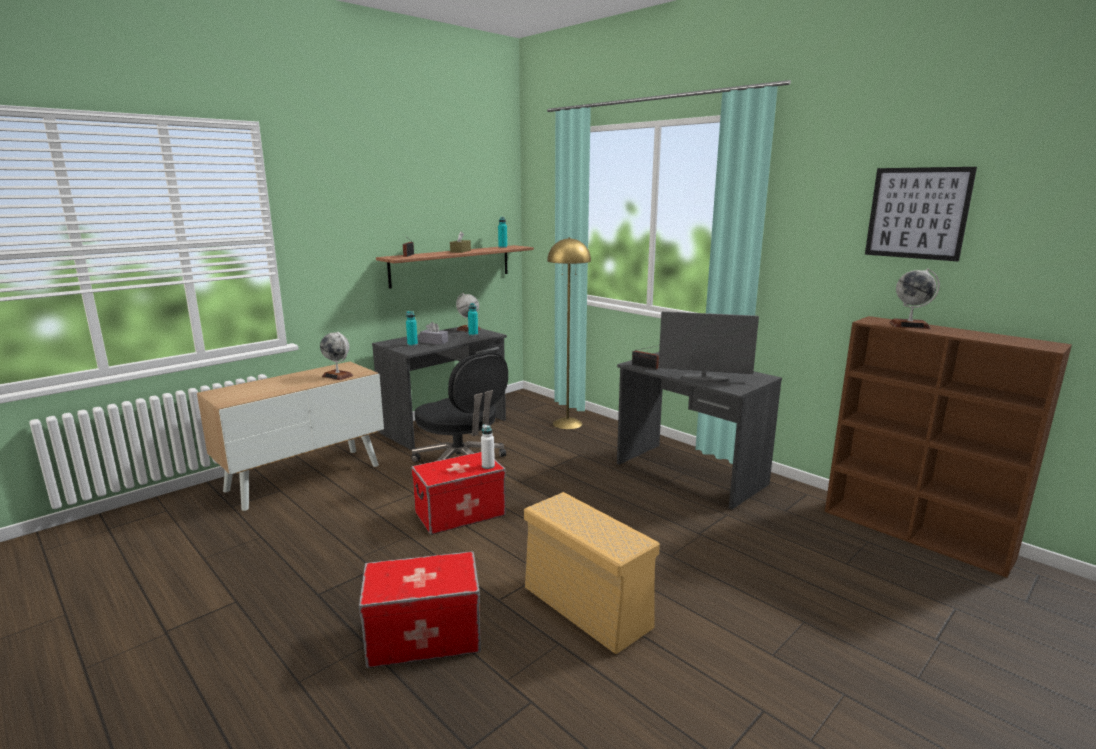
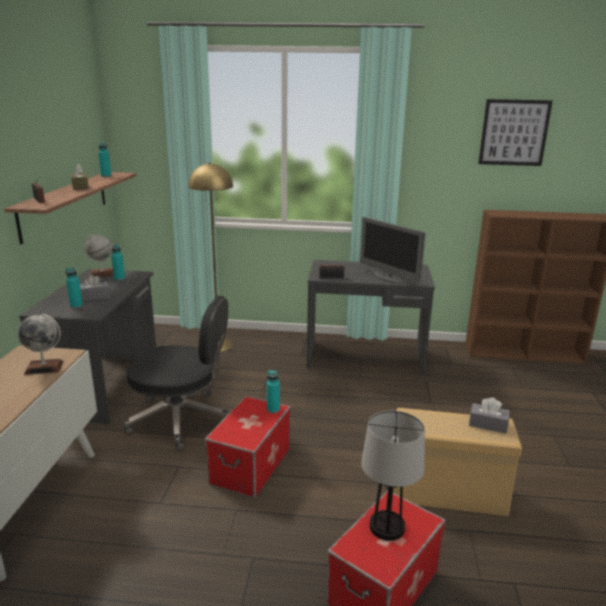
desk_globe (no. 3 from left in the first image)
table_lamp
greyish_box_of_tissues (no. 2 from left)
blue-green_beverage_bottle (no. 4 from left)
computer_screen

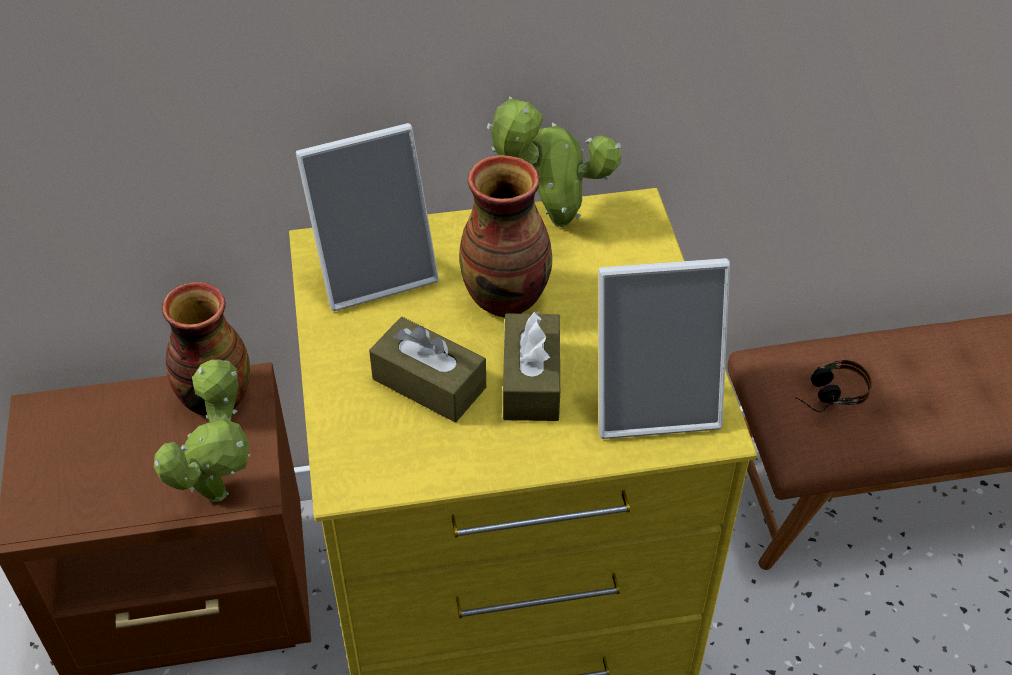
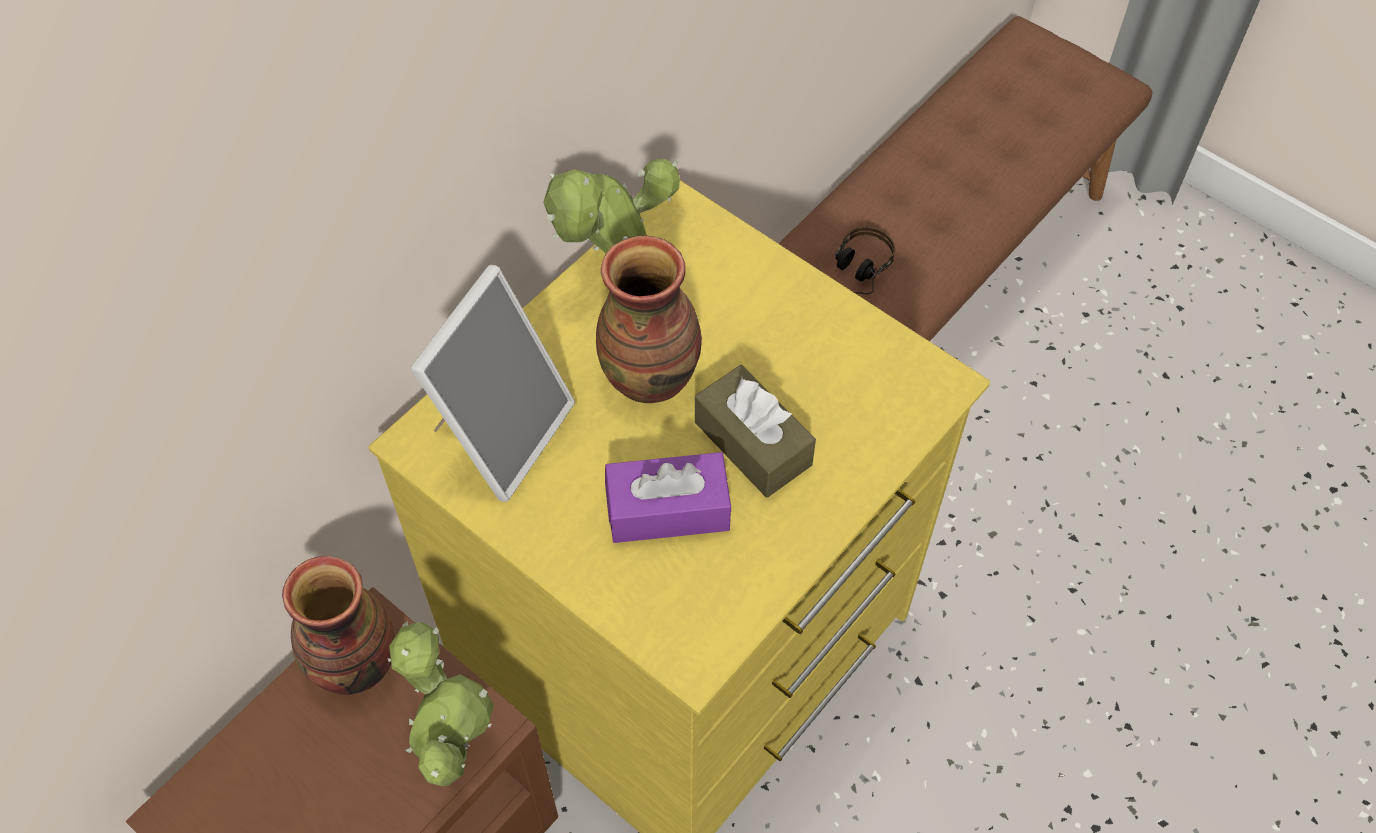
photo_frame (no. 2 from left in the first image)
purple-coloured_box_of_tissues

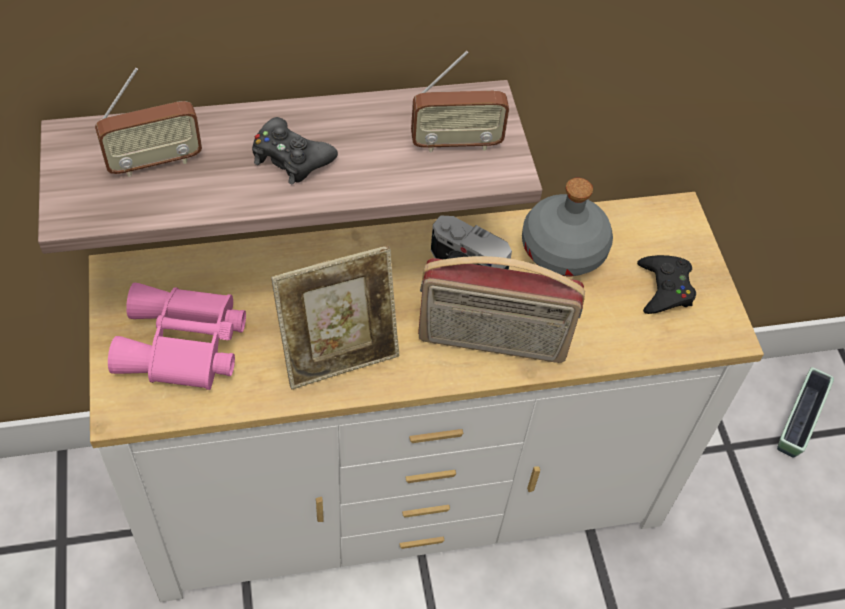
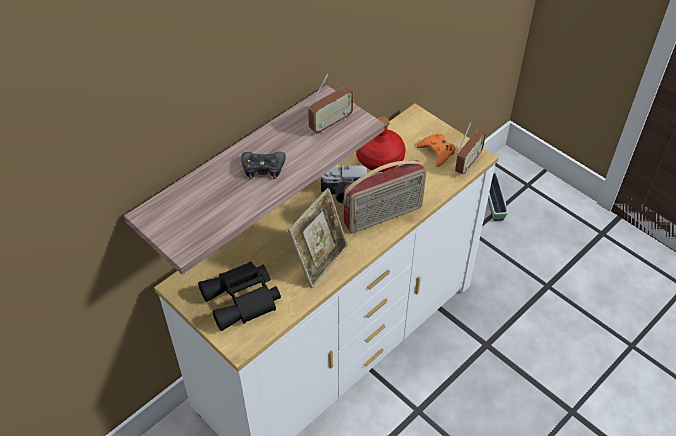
radio_set (no. 3 from left)
black-coloured_pair_of_binoculars
reddish_beverage_bottle
orangey_gamepad

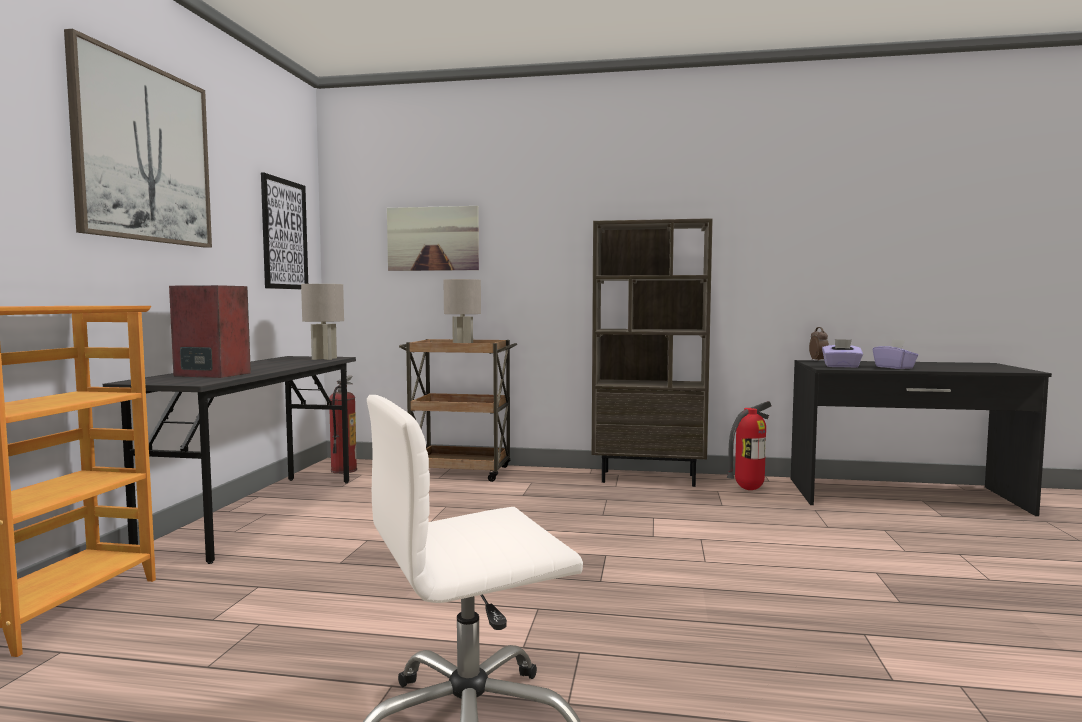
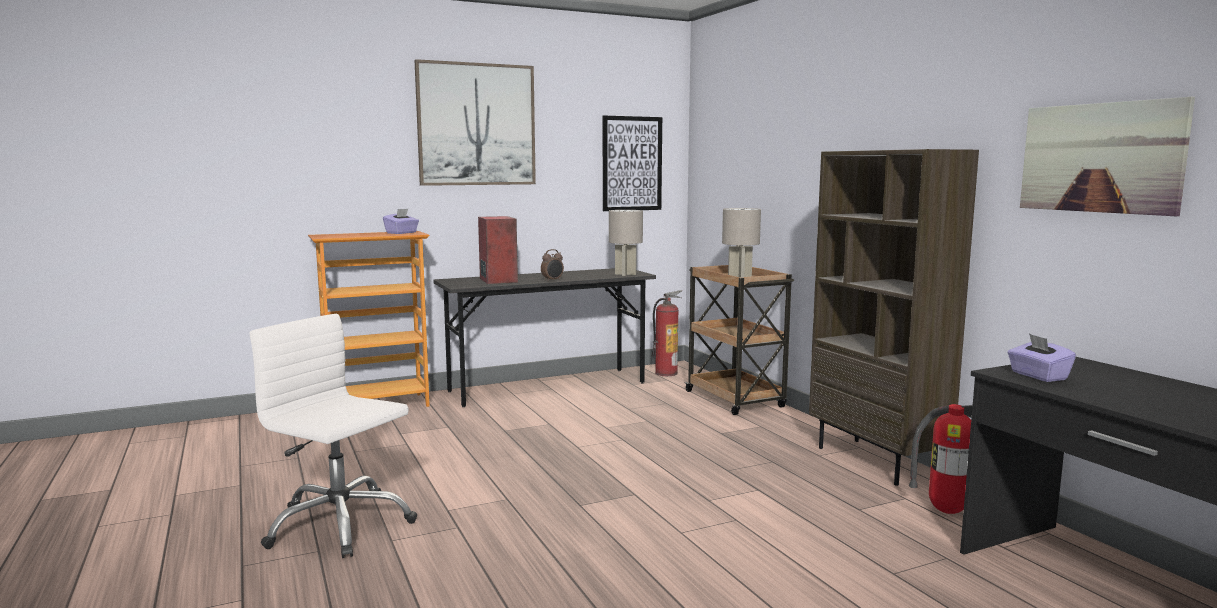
wall_art (no. 3 from left)
bedside_clock
purple-coloured_box_of_tissues (no. 1 from left)

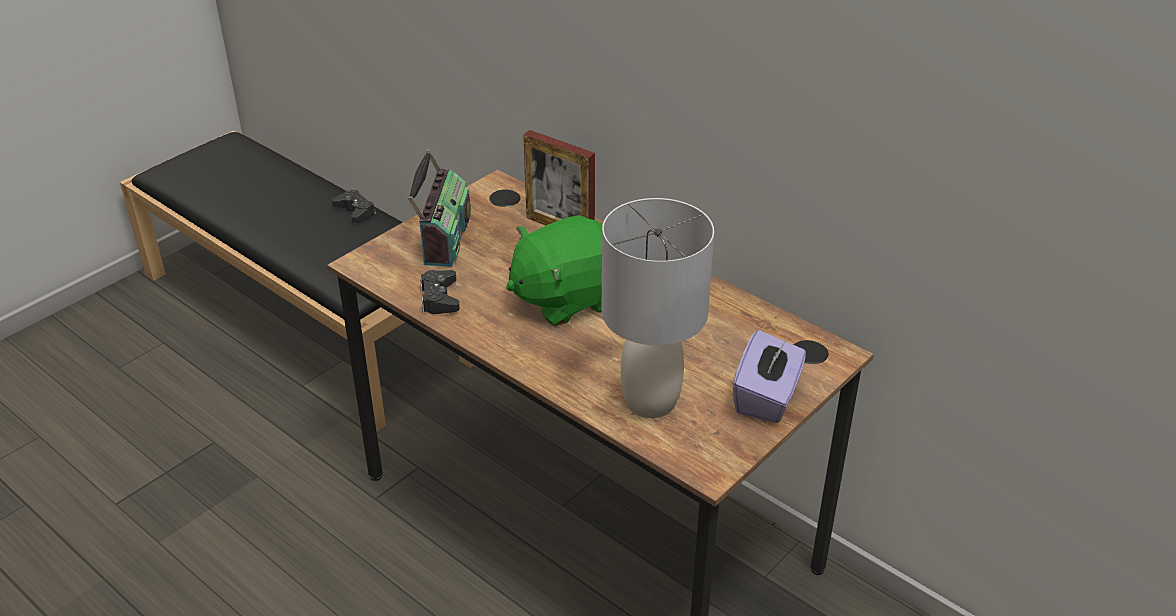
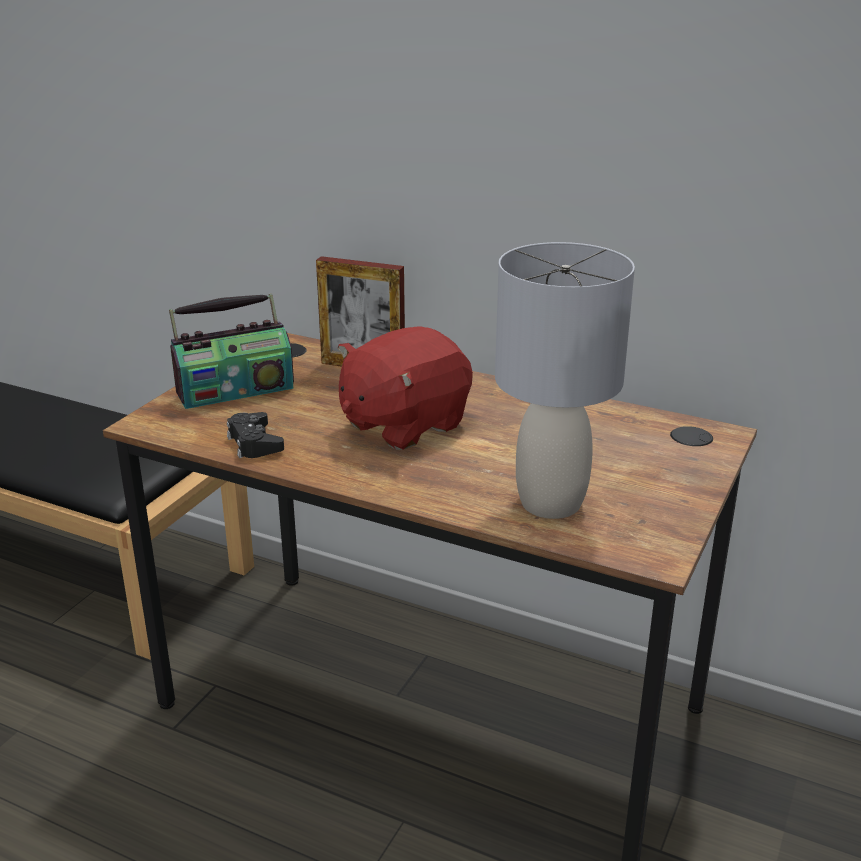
black-coloured_gamepad (no. 1 from left in the first image)
purple-coloured_box_of_tissues
reddish_cuddly_toy
radio_set

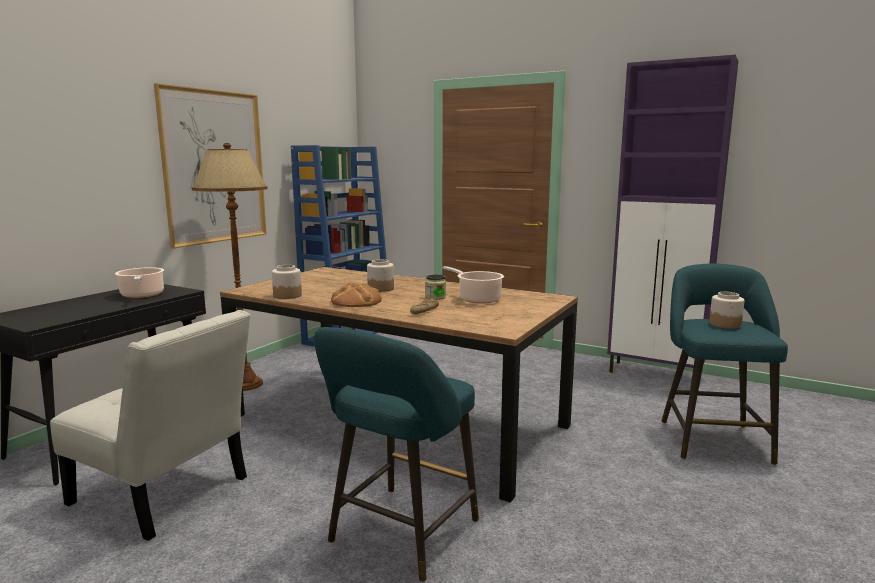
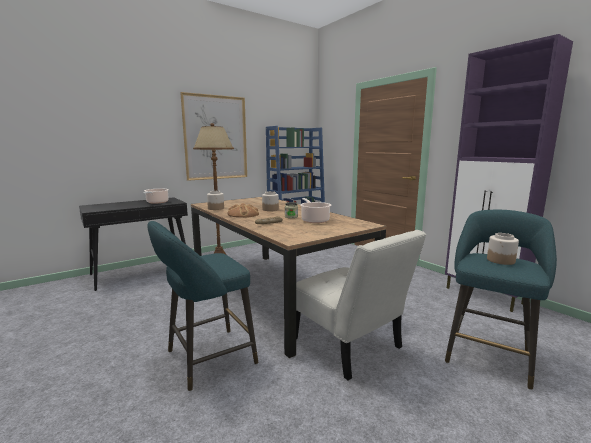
white_chair

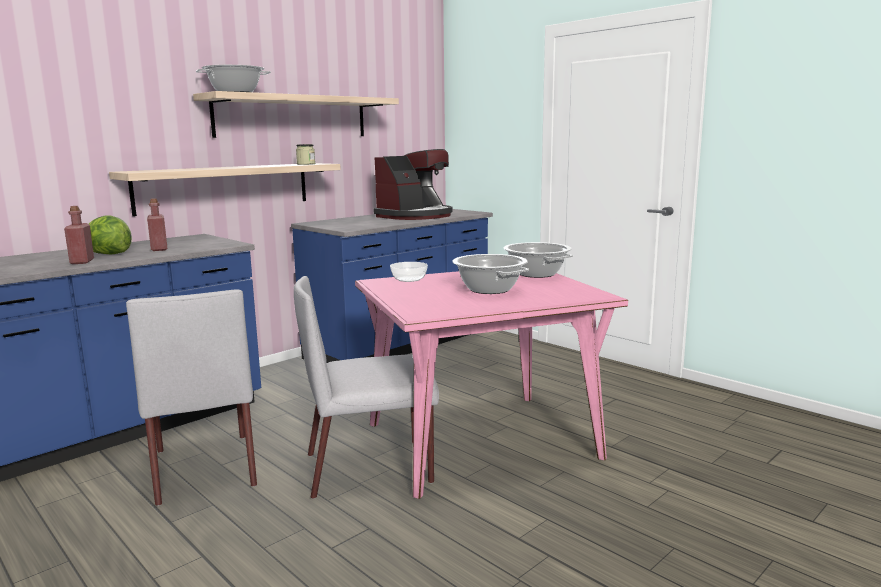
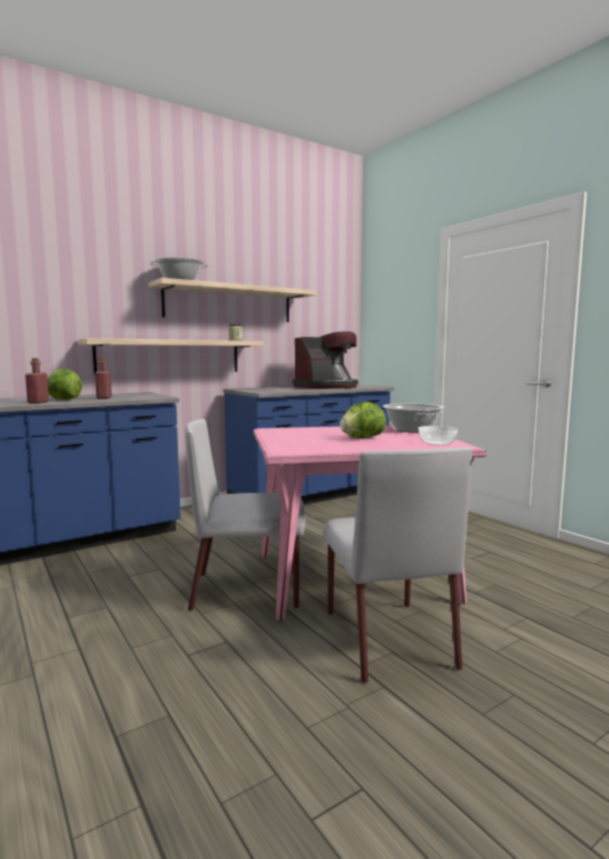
greyish_chair (no. 2 from left)
serving_bowl
lettuce_head (no. 2 from left)

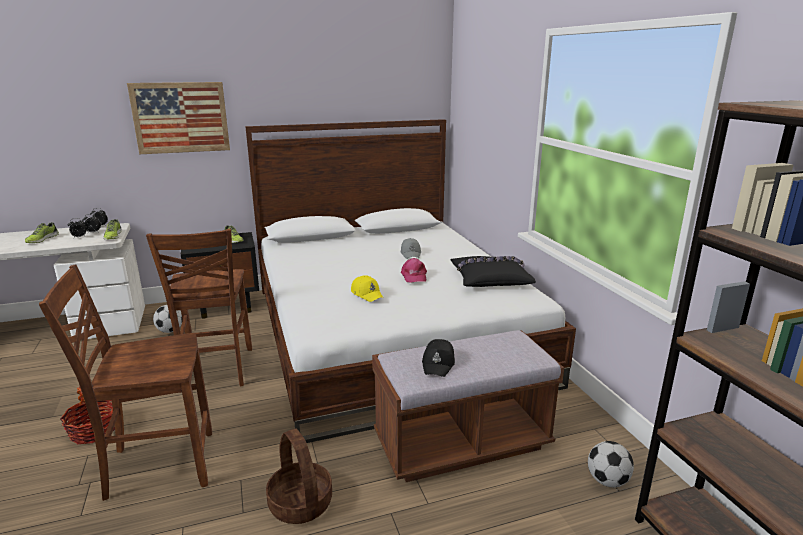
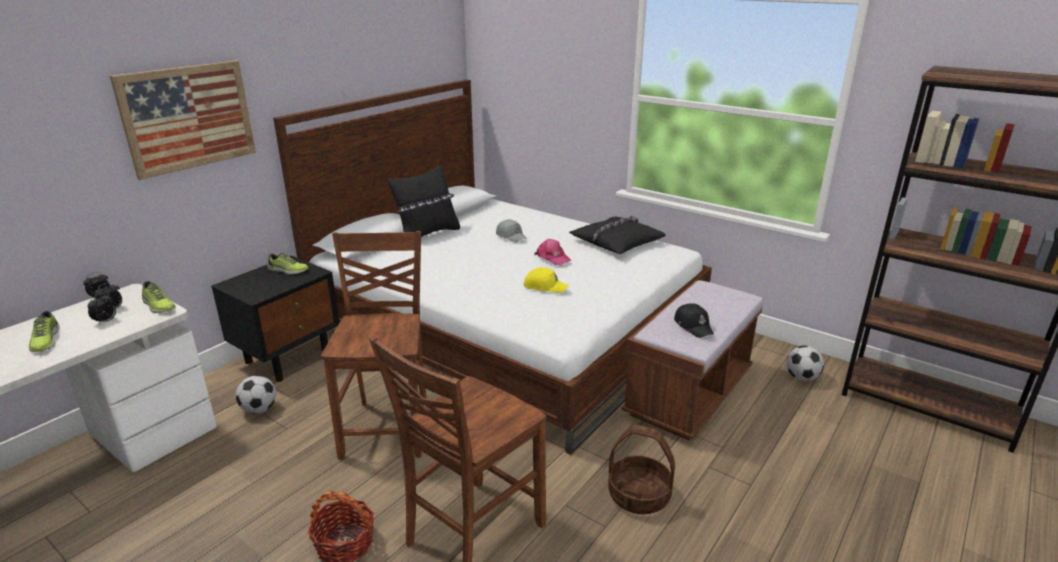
black-coloured_cushion (no. 1 from left)
brown-coloured_chair (no. 1 from left)

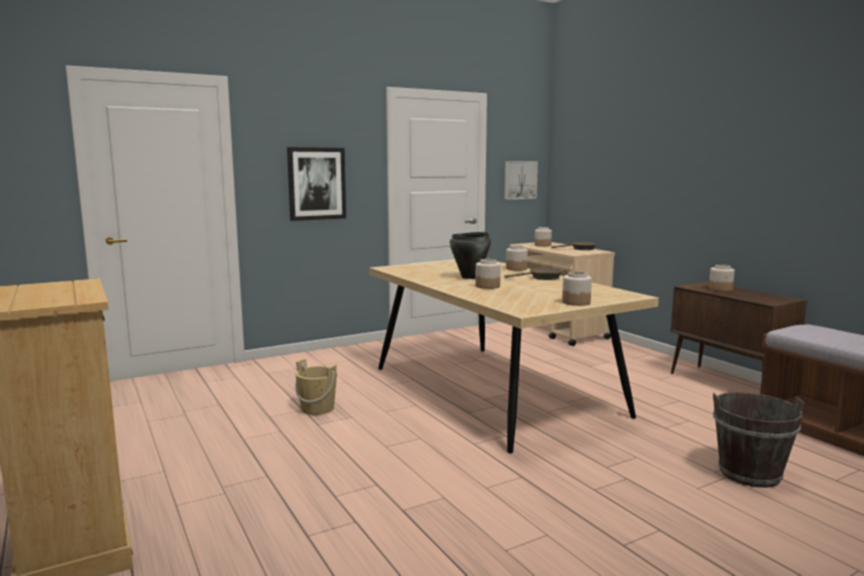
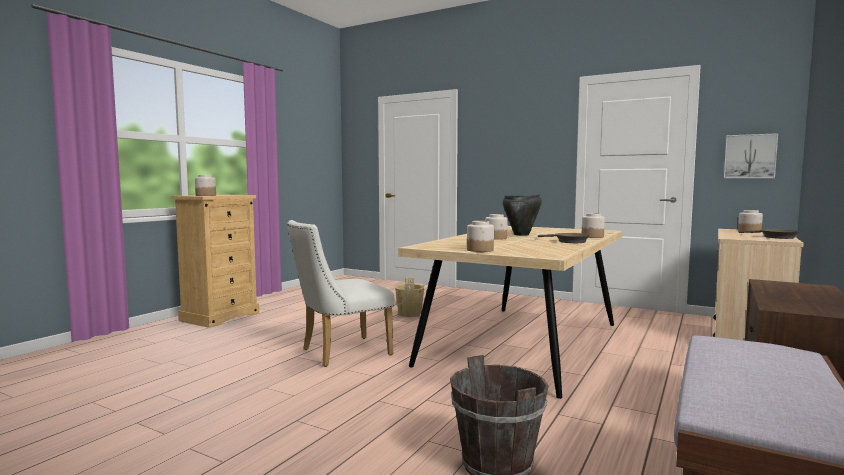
wall_art (no. 1 from left in the first image)
white_chair
storage_jar (no. 1 from left)

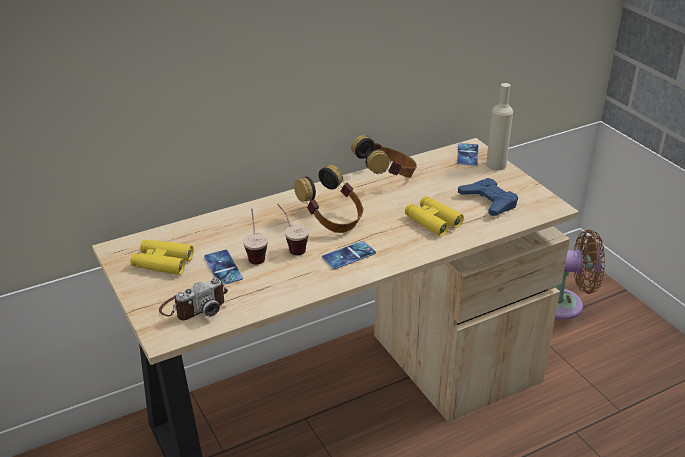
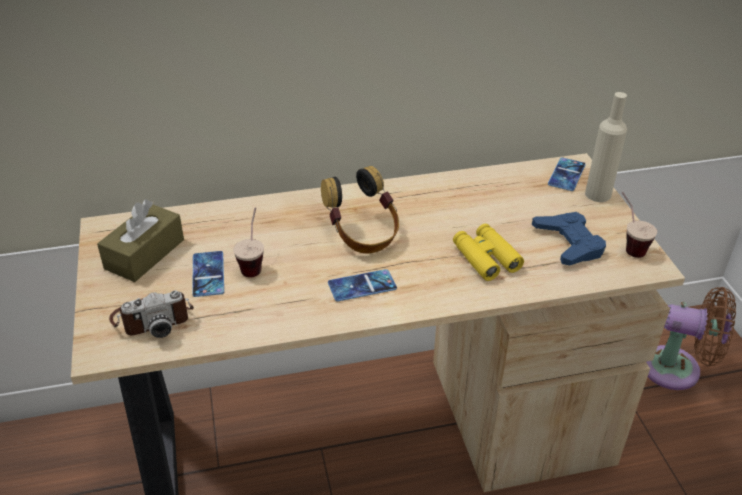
pair_of_headphones (no. 2 from left in the first image)
cup (no. 2 from left)
brown-coloured_box_of_tissues

